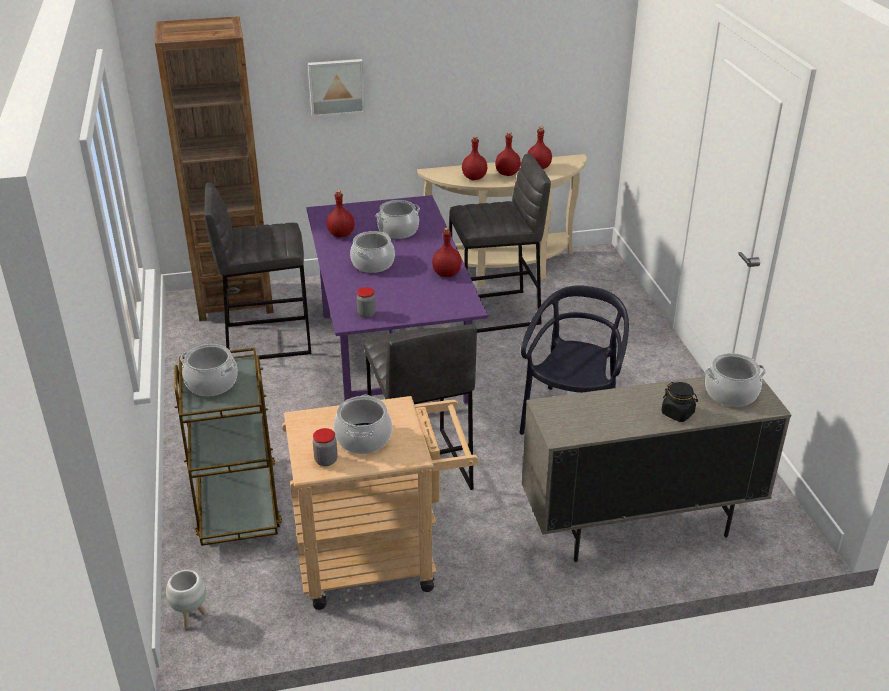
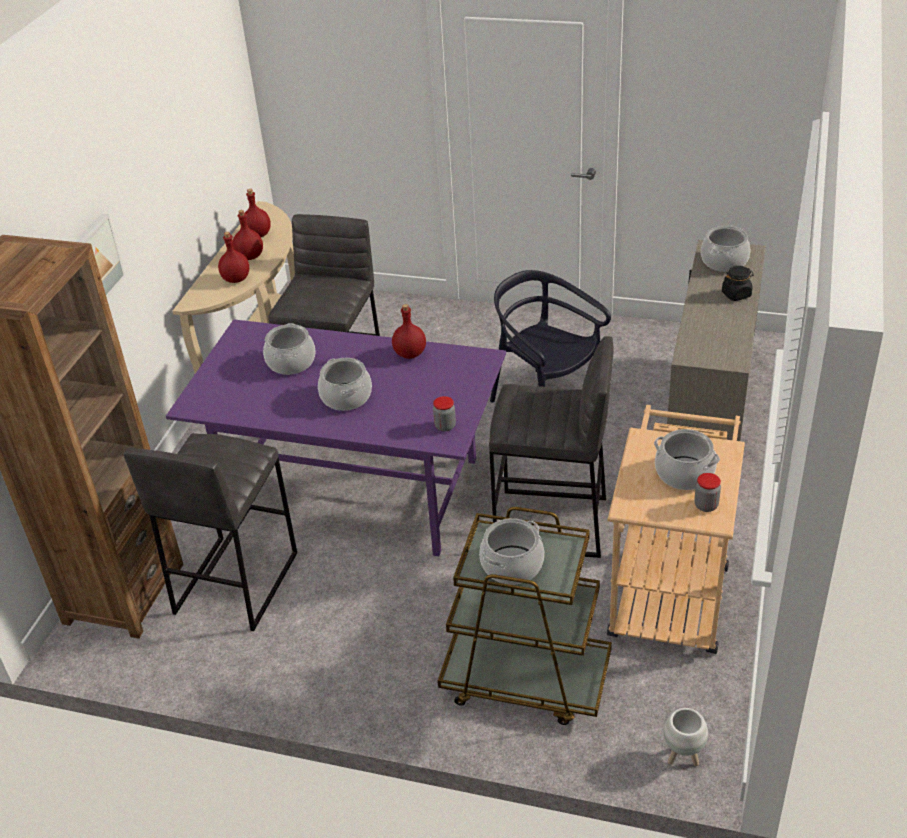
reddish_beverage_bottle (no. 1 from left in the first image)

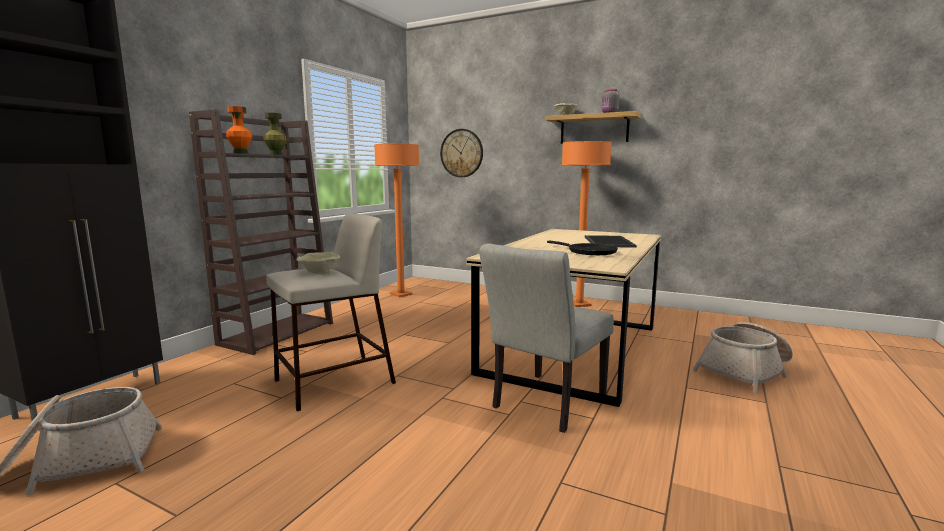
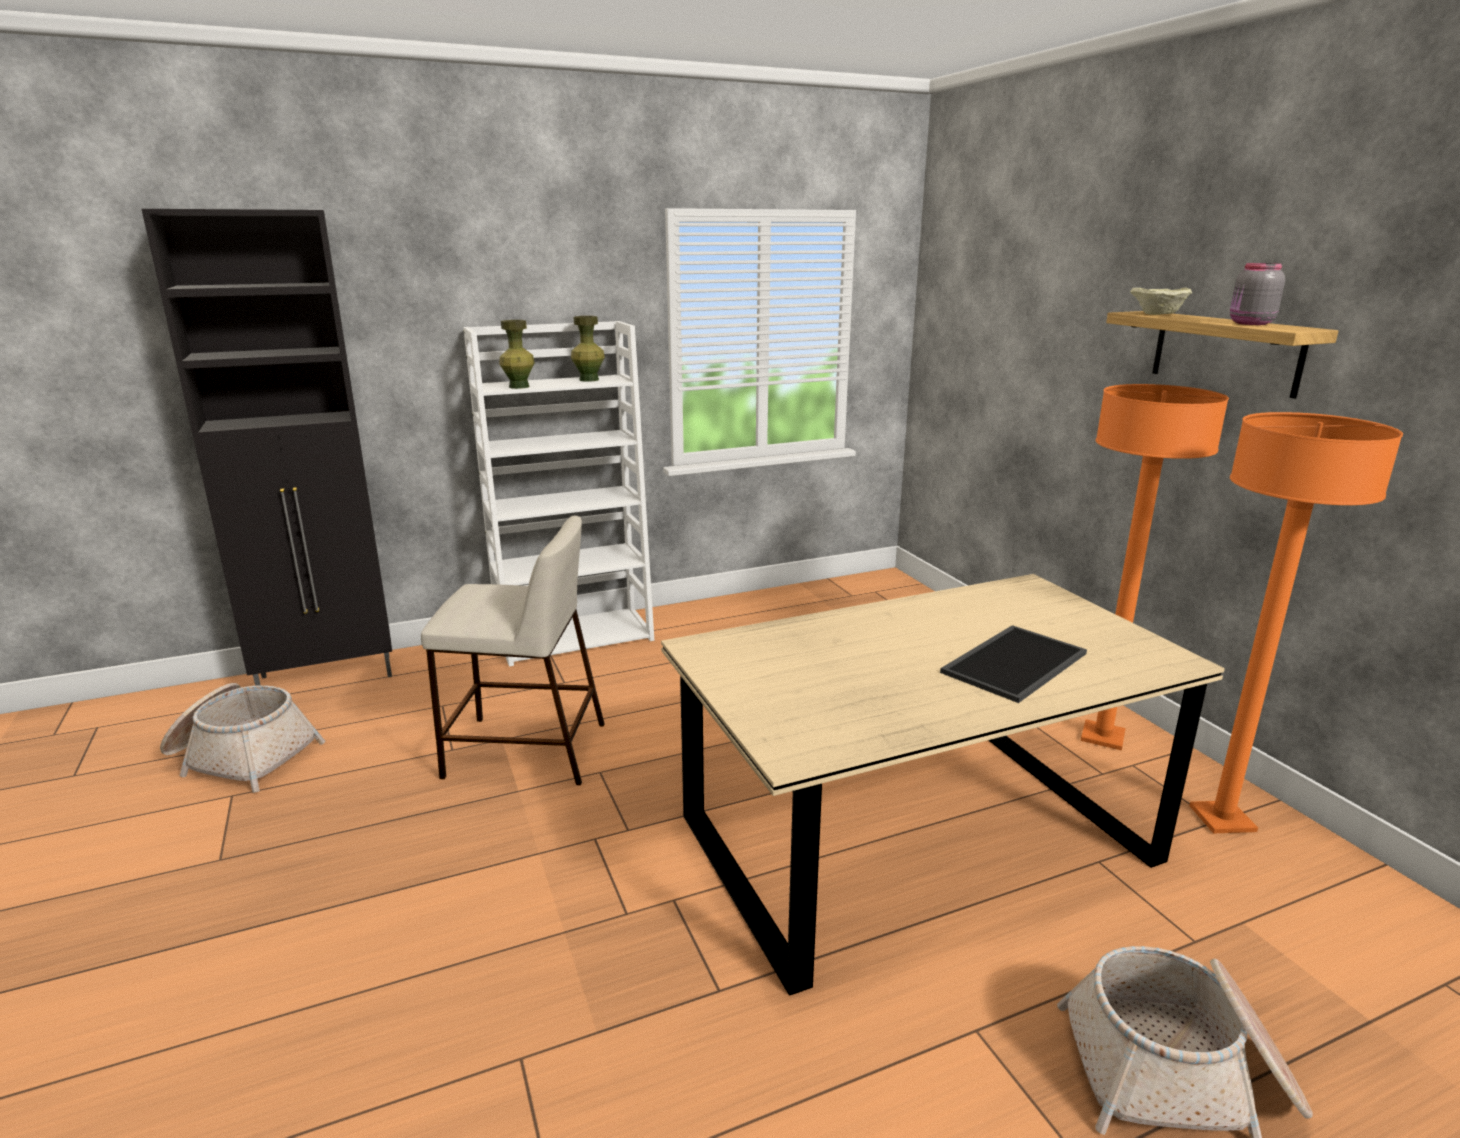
beige_serving_bowl (no. 1 from left in the first image)
clock_on_the_wall
greyish_chair
black-coloured_frying_pan
orangey_floor_lamp (no. 2 from left)
white_shelving_unit
greenish_vase (no. 1 from left)

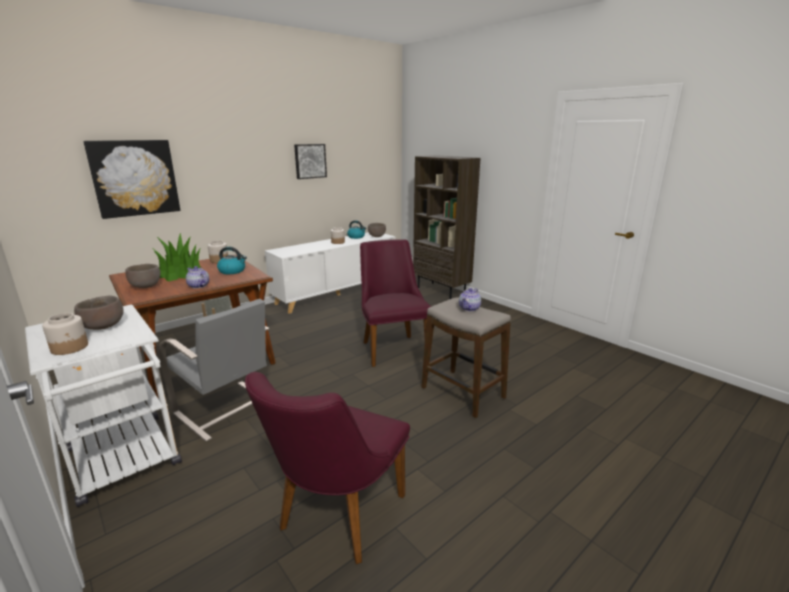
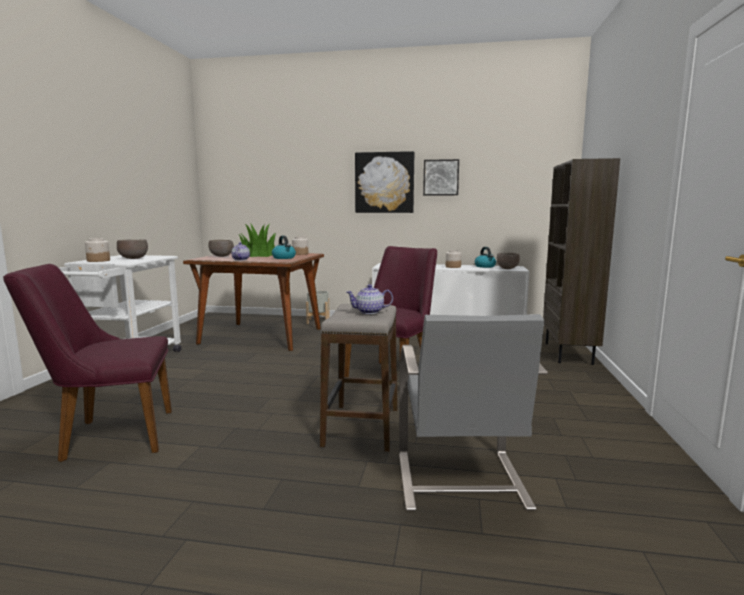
wall_art (no. 1 from left)
greyish_chair

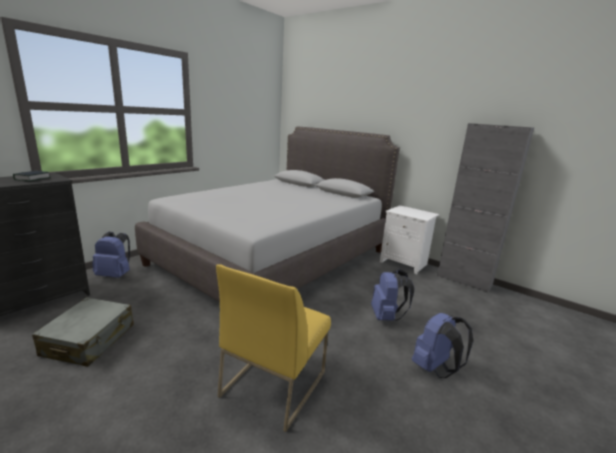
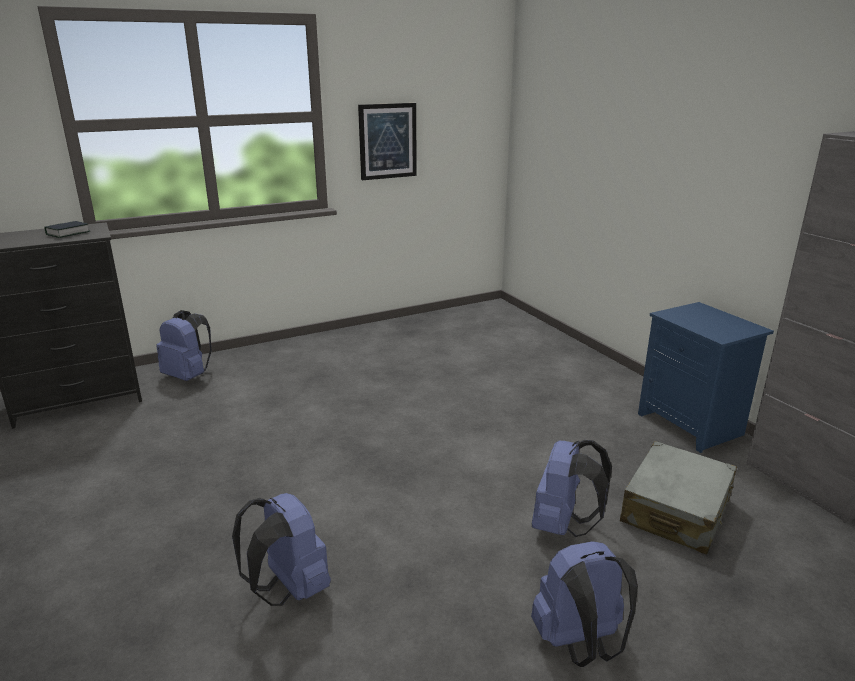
greyish_bed
wall_art
greyish_travel_case
blue-coloured_rucksack (no. 2 from left)
blue-coloured_night_table

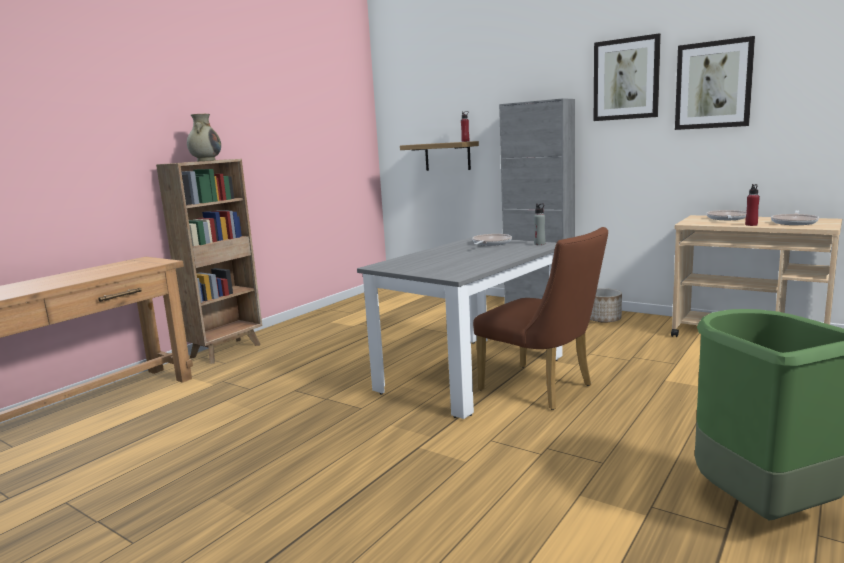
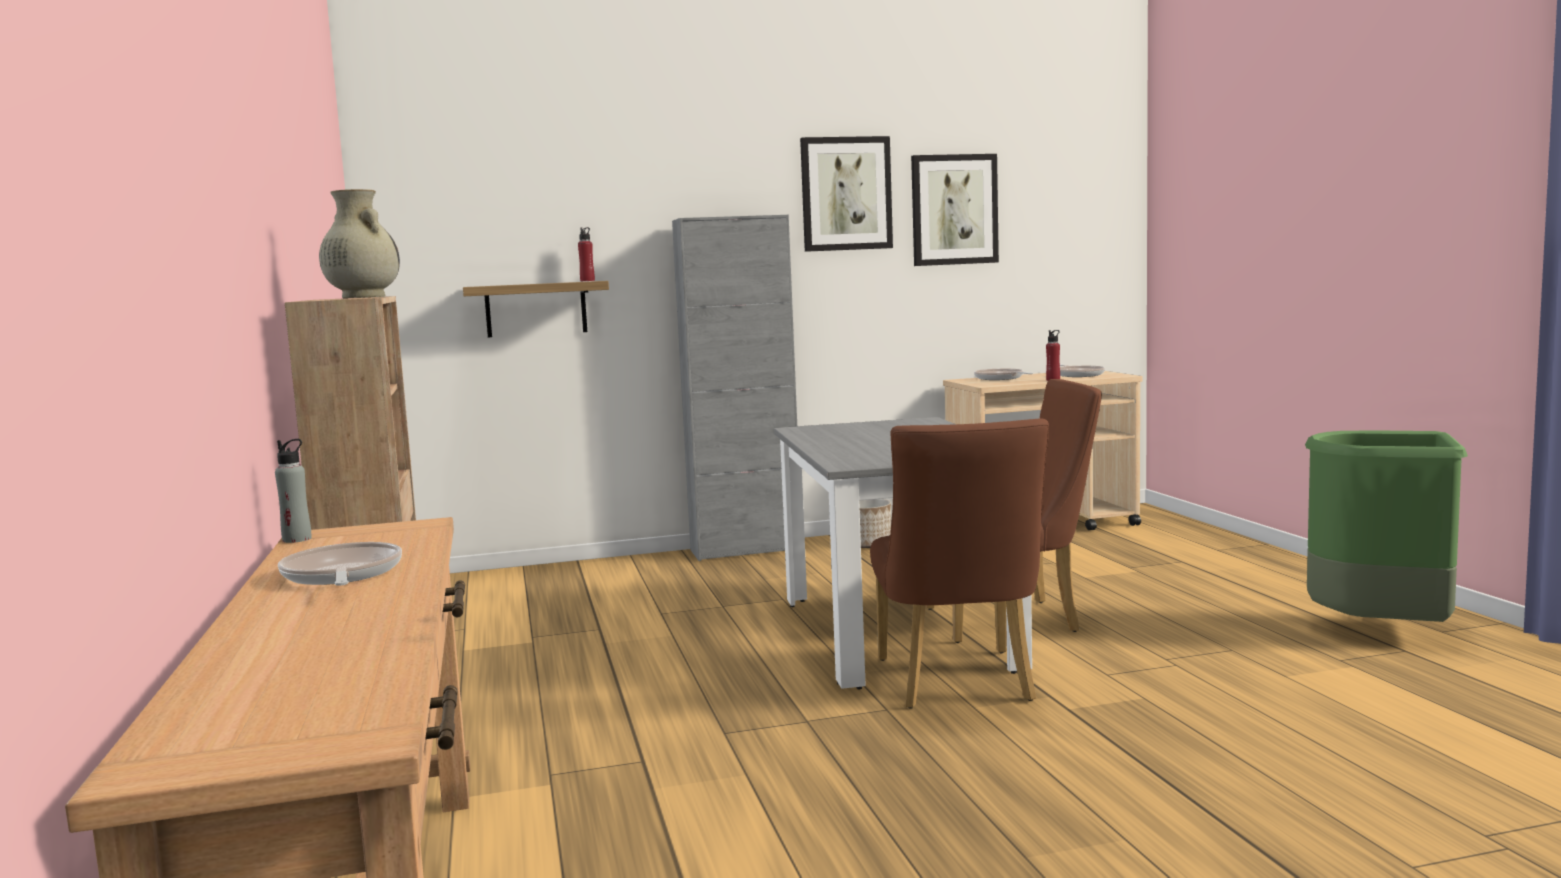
brown-coloured_chair (no. 1 from left)
frying_pan (no. 1 from left)
greyish_beverage_bottle

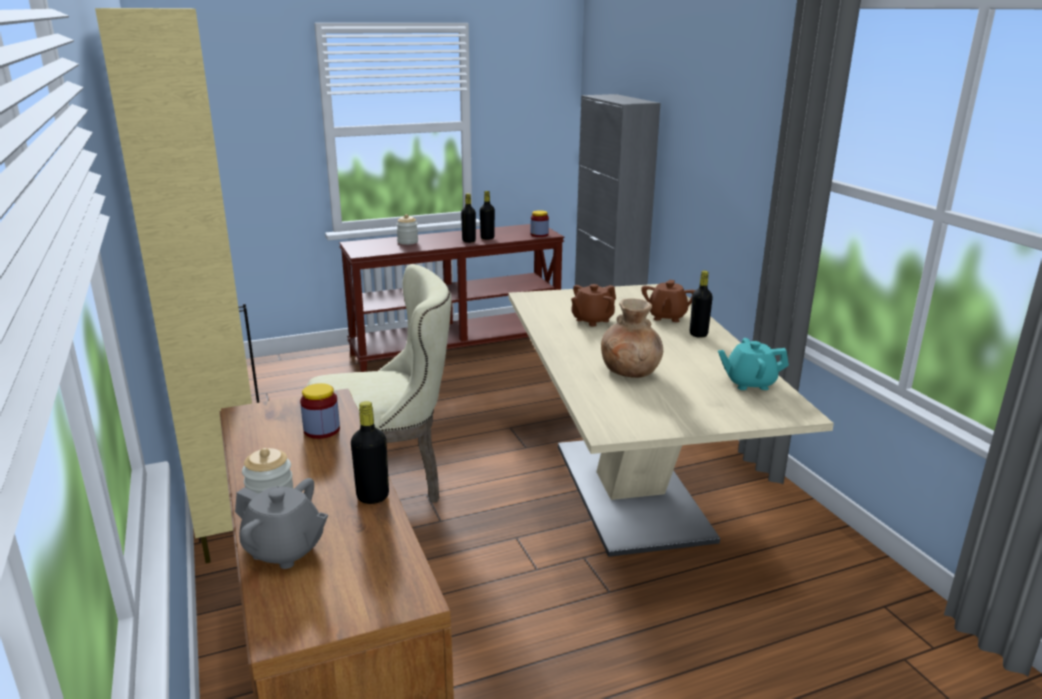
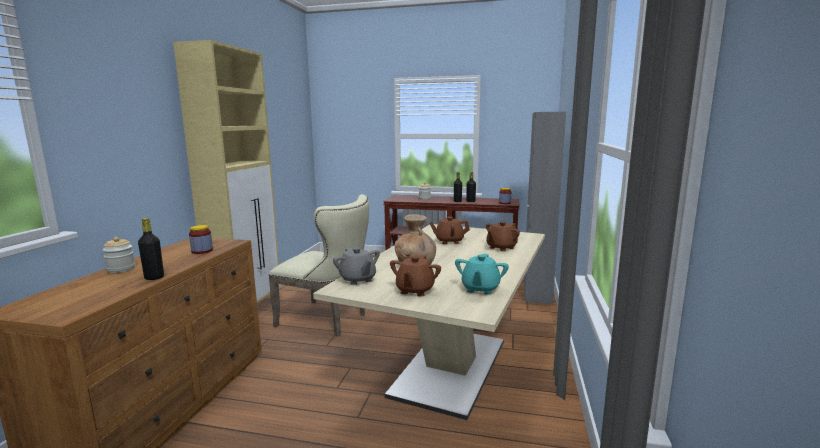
black-coloured_beverage_bottle (no. 4 from left in the first image)
brown-coloured_pot_for_tea (no. 1 from left)
greyish_pot_for_tea
blue-green_pot_for_tea

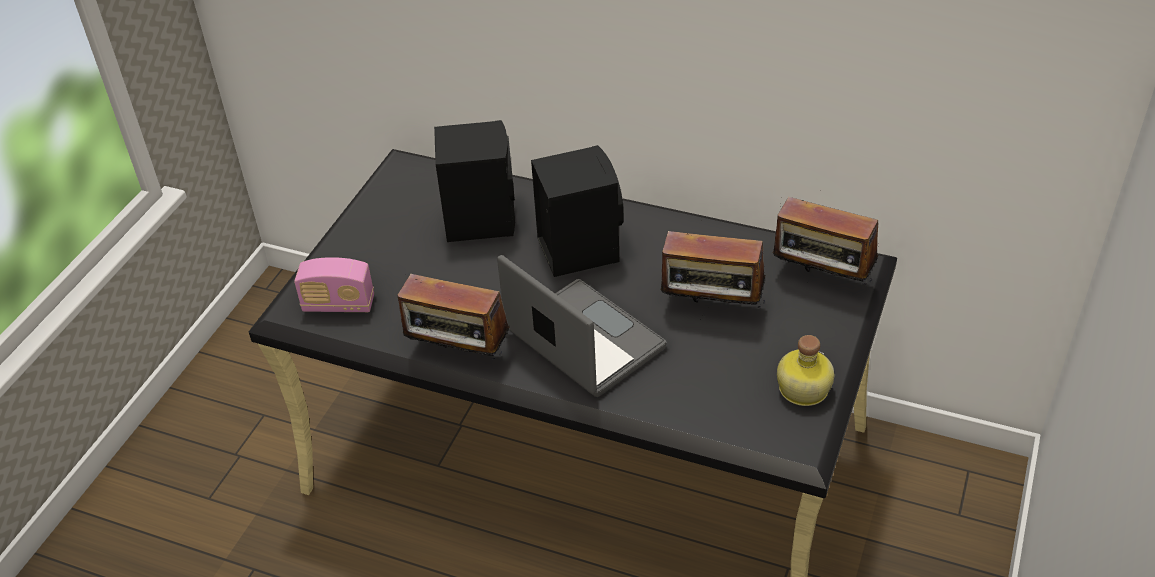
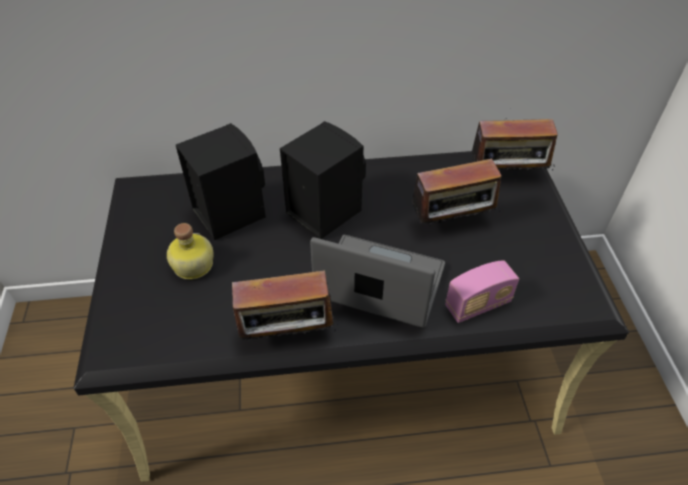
radio_set (no. 3 from left)
beverage_bottle

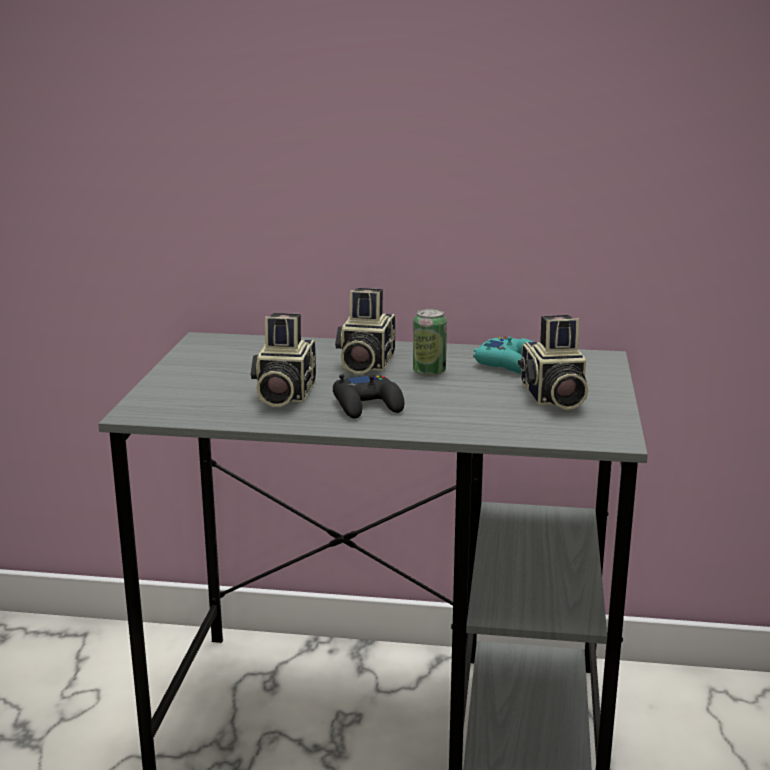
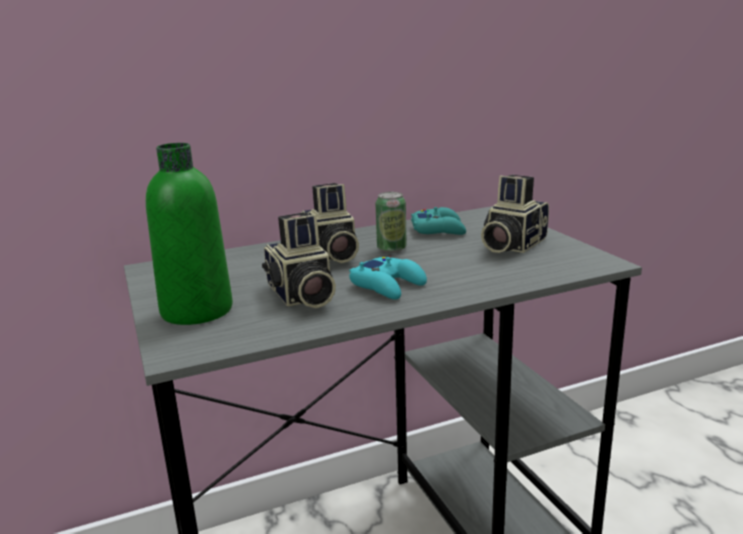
greenish_beverage_bottle
blue-green_gamepad (no. 1 from left)
still_camera (no. 3 from left)

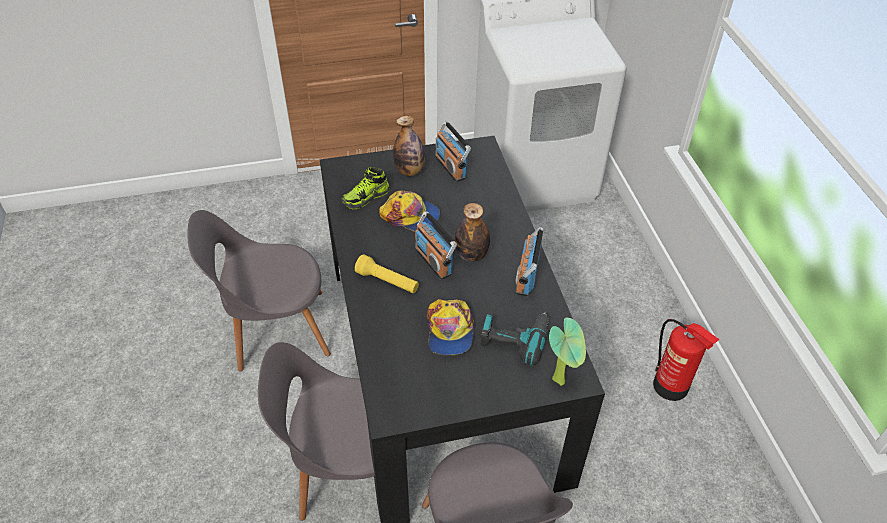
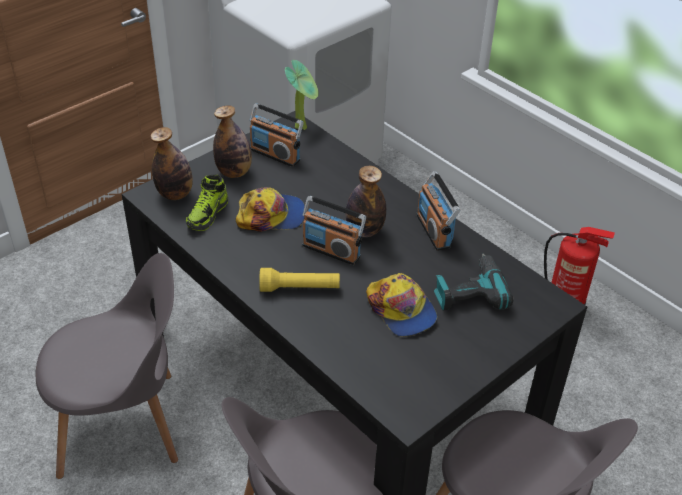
beverage_bottle (no. 1 from left)
plant_in_a_pot
greyish_chair (no. 1 from left)

